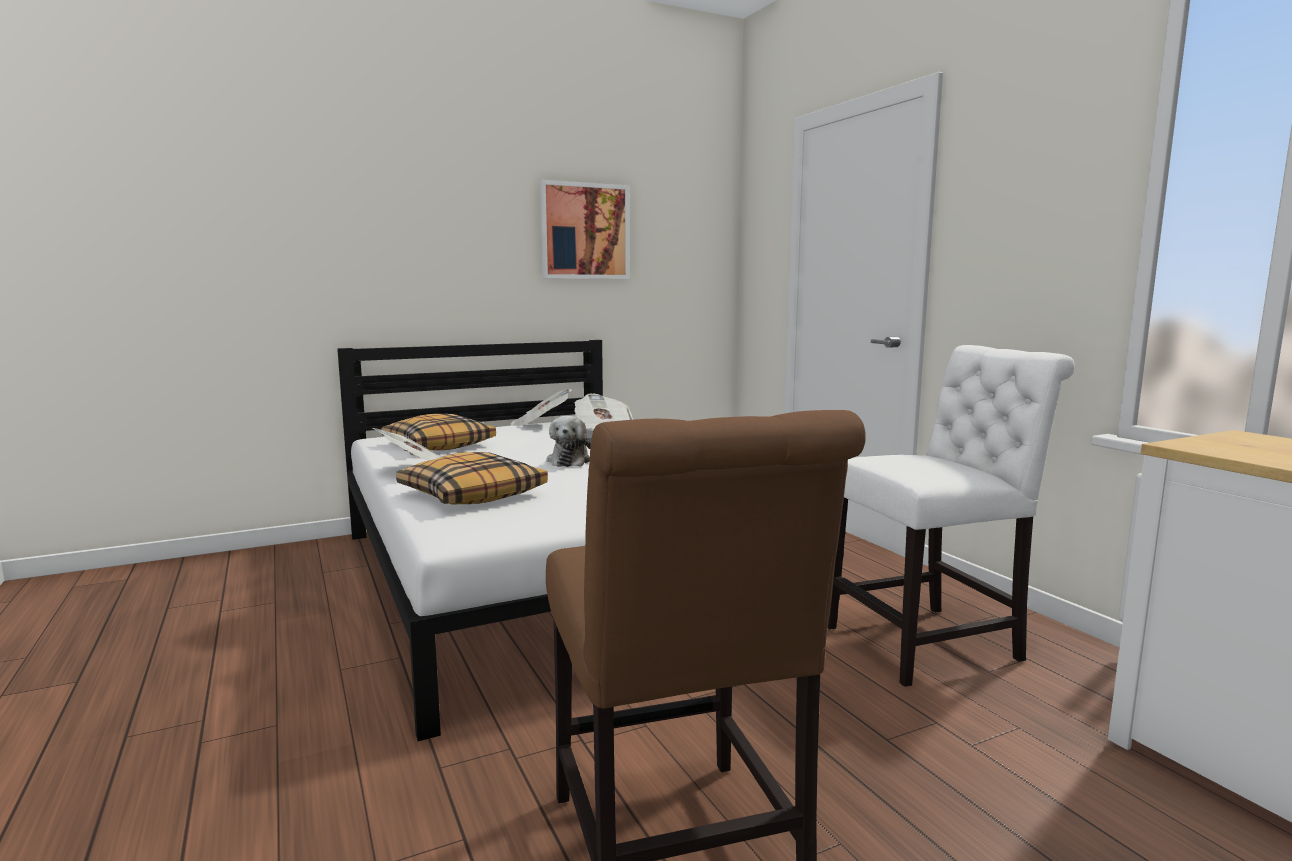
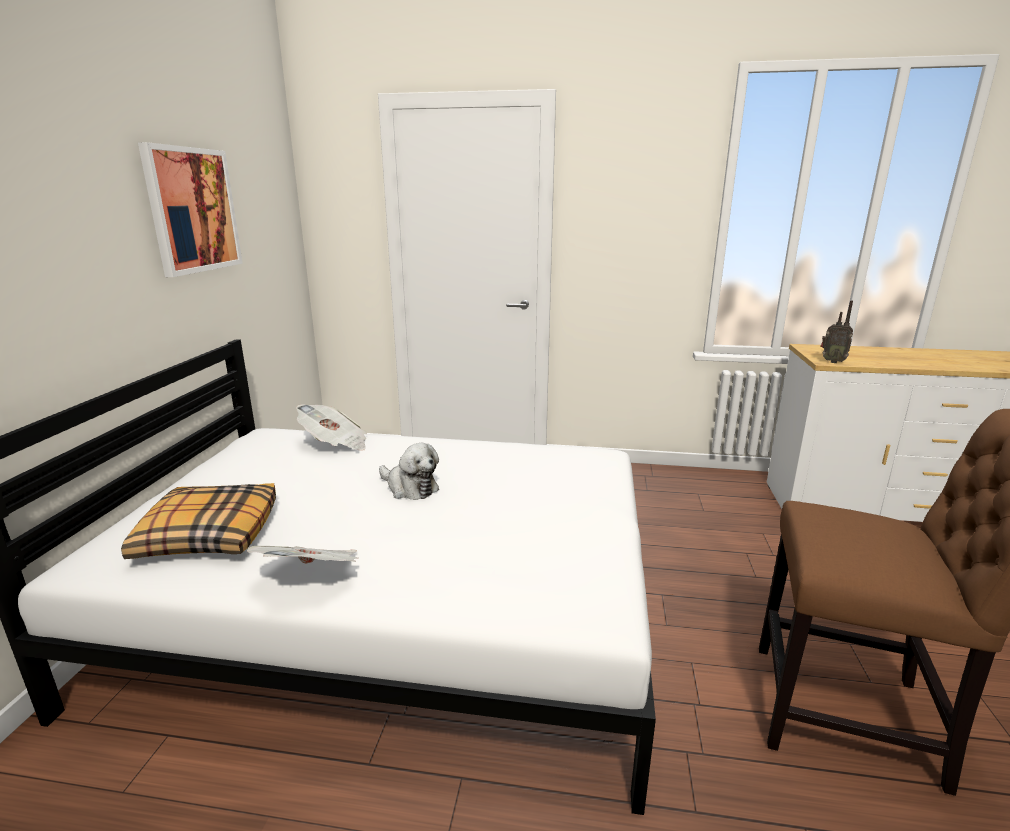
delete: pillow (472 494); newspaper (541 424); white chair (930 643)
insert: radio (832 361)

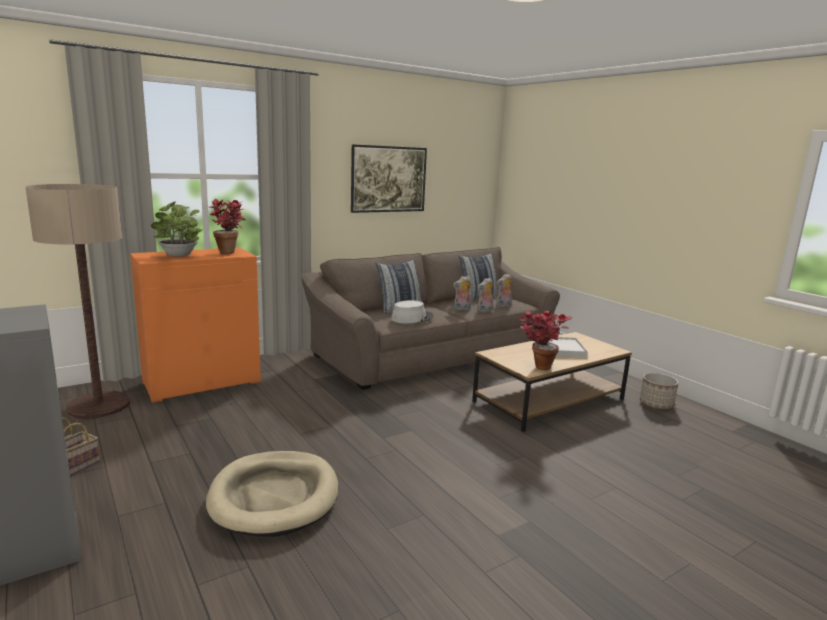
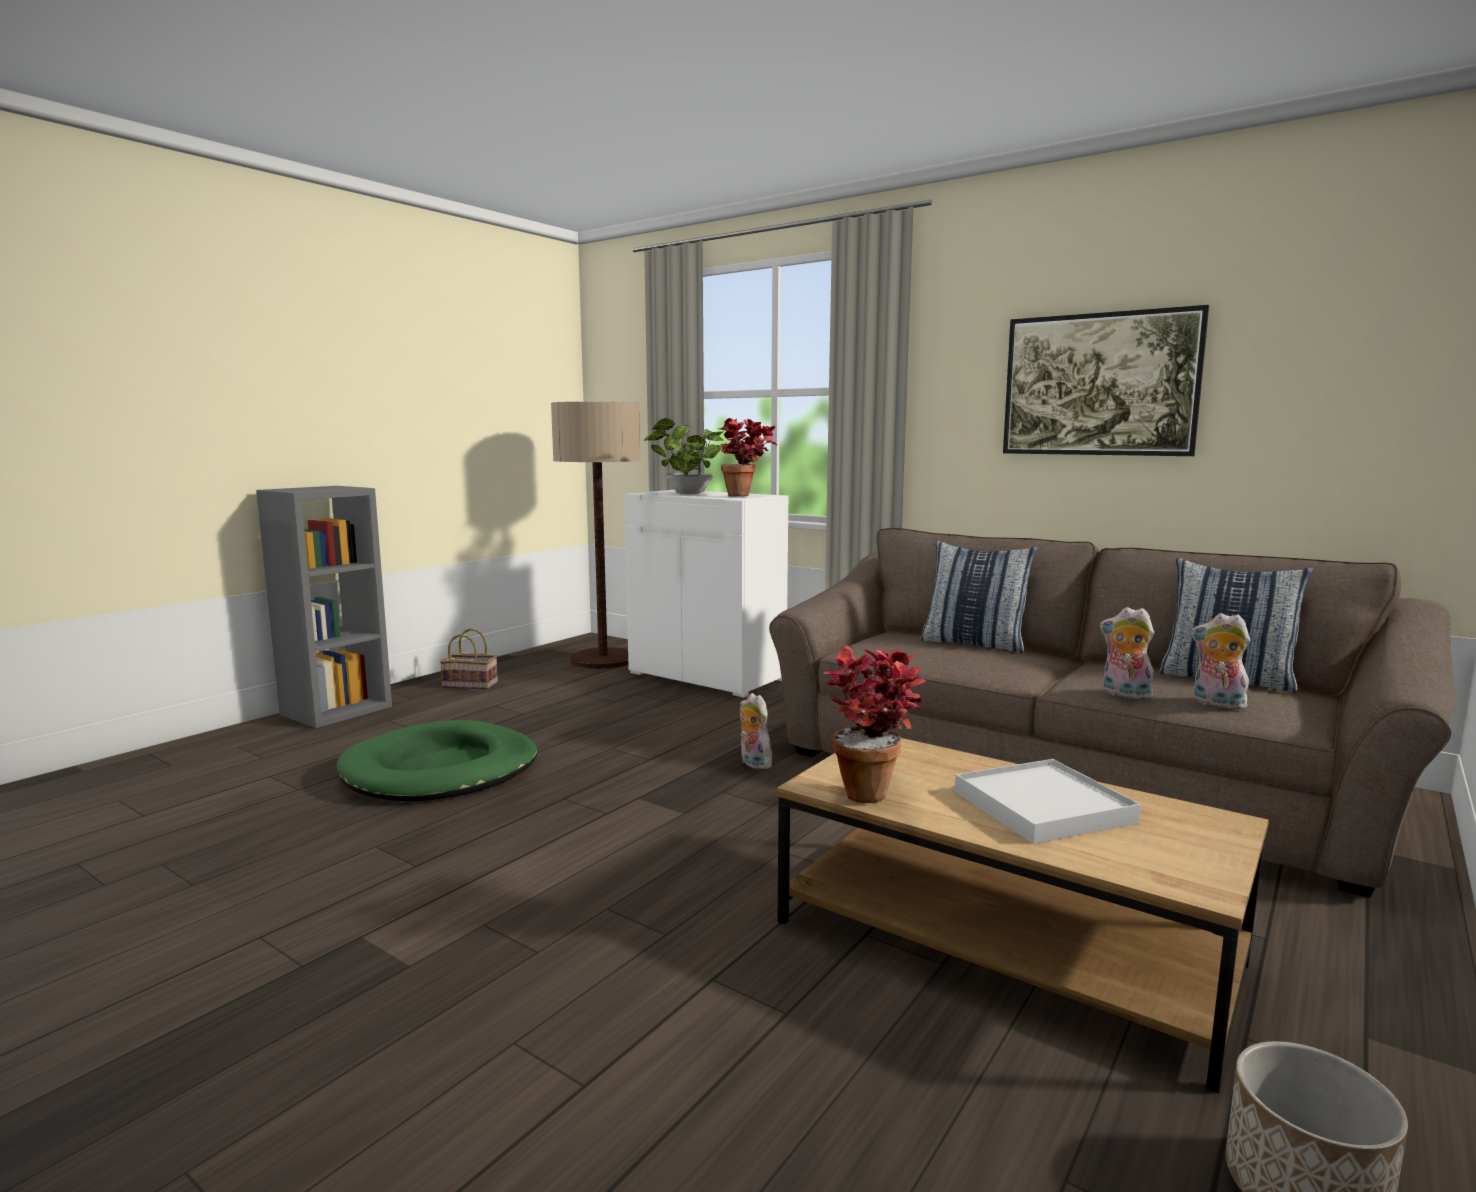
delete: grey hat (412 318)
move: plush toy (462 309) to (753 763)
recolor: beige dog bed (274 496) to green dog bed (441 770); orange cabinet (202 382) to white cabinet (708 676)

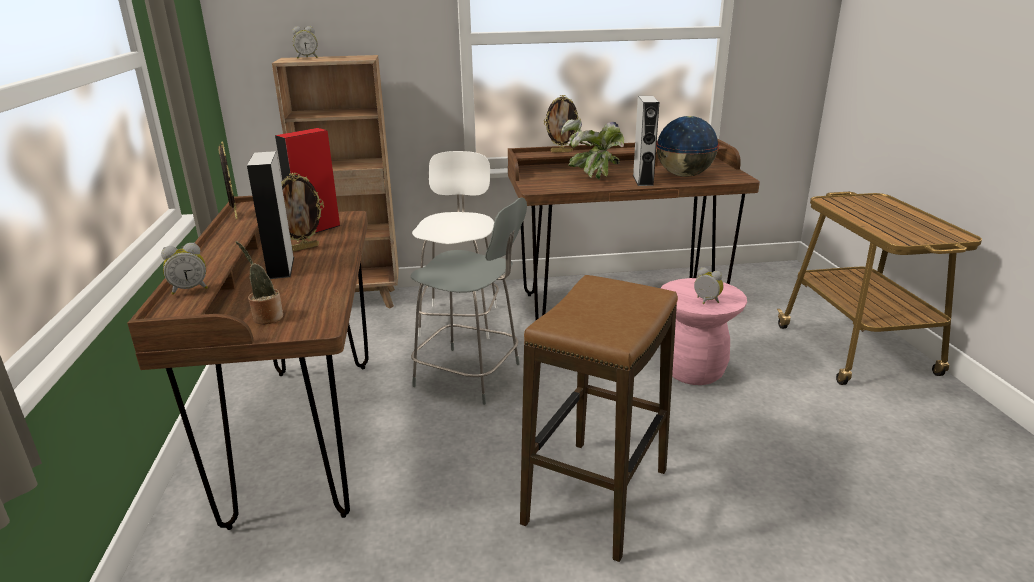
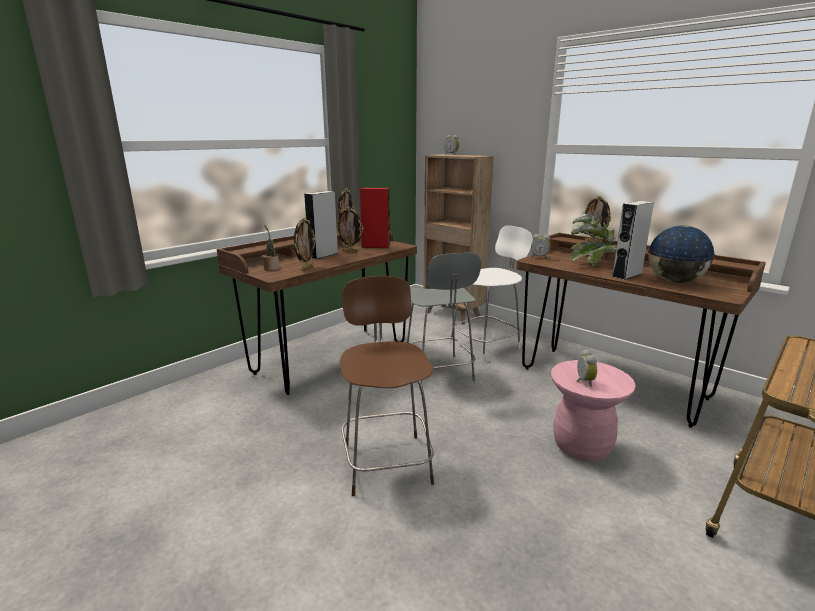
insert: picture frame (306 268)
move: alarm clock (190 289) to (539 257)
replace: stool (596 496) to brown chair (386 461)

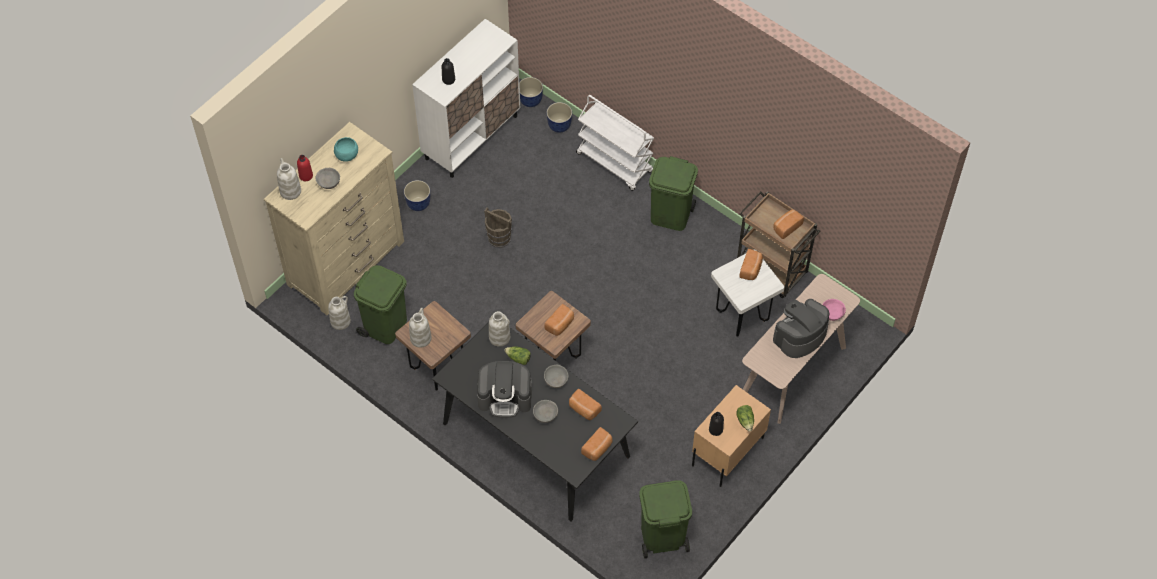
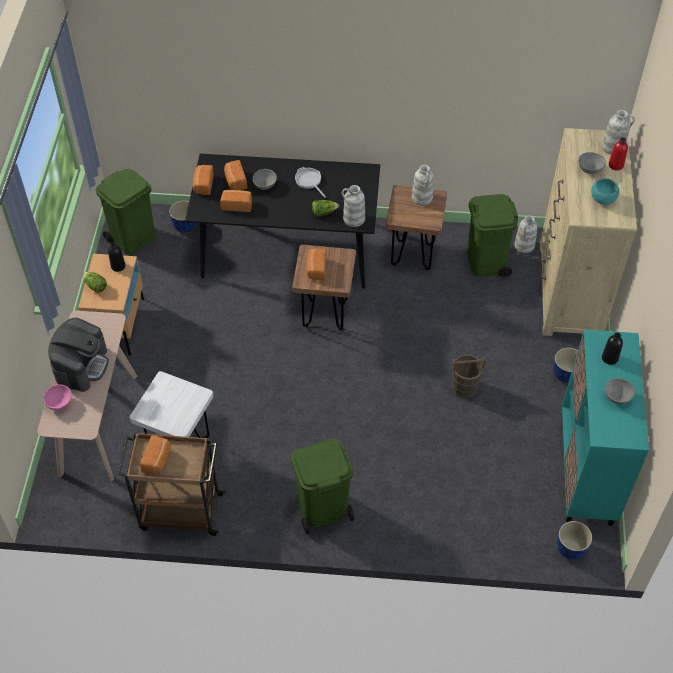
delete: white cart (615 163)
move: planter (559 125) to (185 227); bread (751 269) to (235 181); grey bowl (556 381) to (617 397)
replace: coffee machine (505 397) to frying pan (309 181)
recolor: white cabinet (471 137) to turquoise cabinet (586 470)

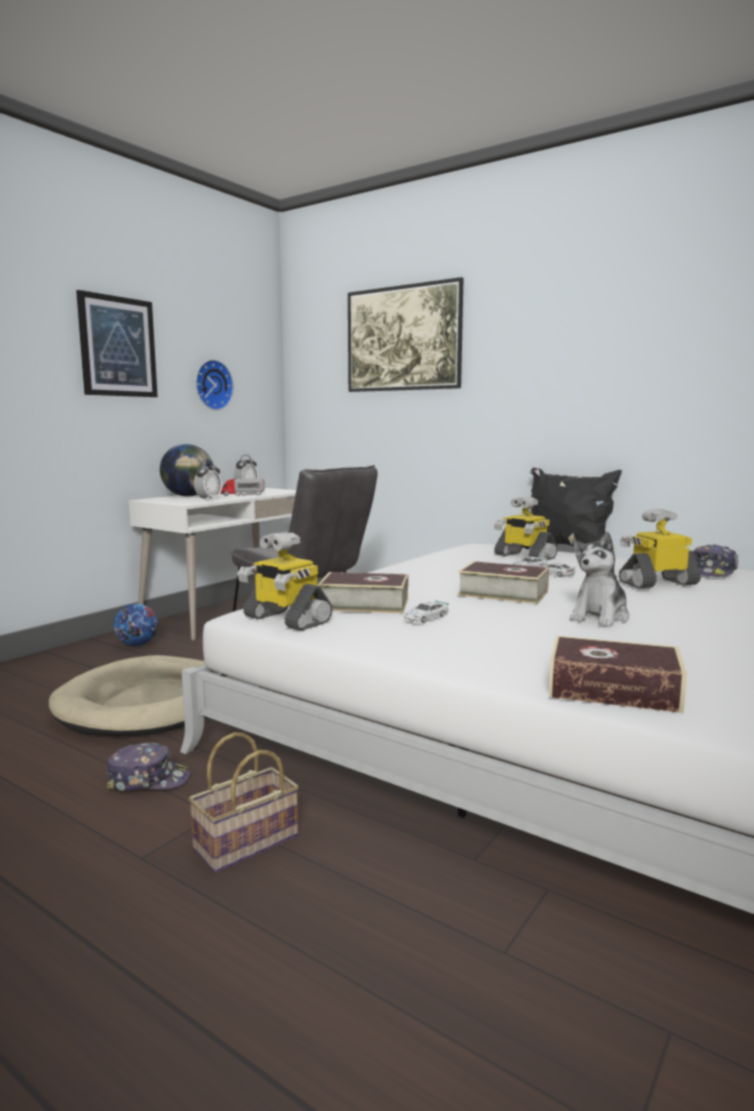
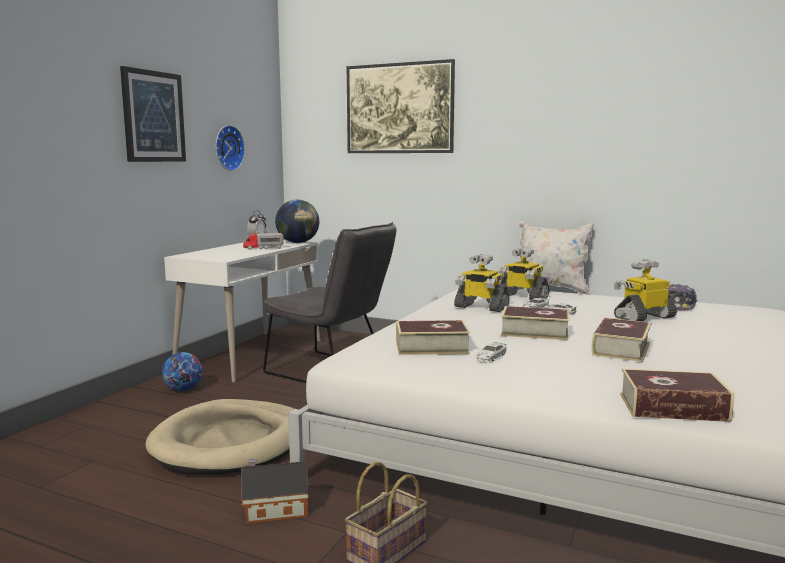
delete: alarm clock (208 500)
move: globe (188 496) to (298 243); toy robot (285 620) to (480 307)
replace: cap (148 780) to toy house (273 509); plush toy (600 617) to book (621 348)
recolor: black pillow (567 550) to white pillow (551 290)

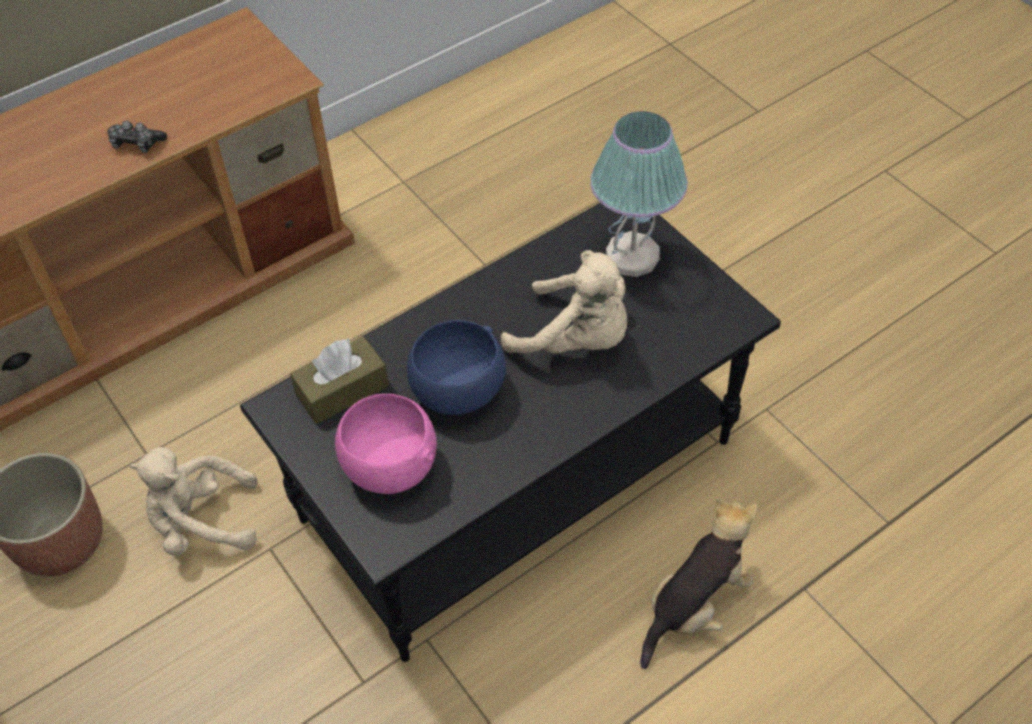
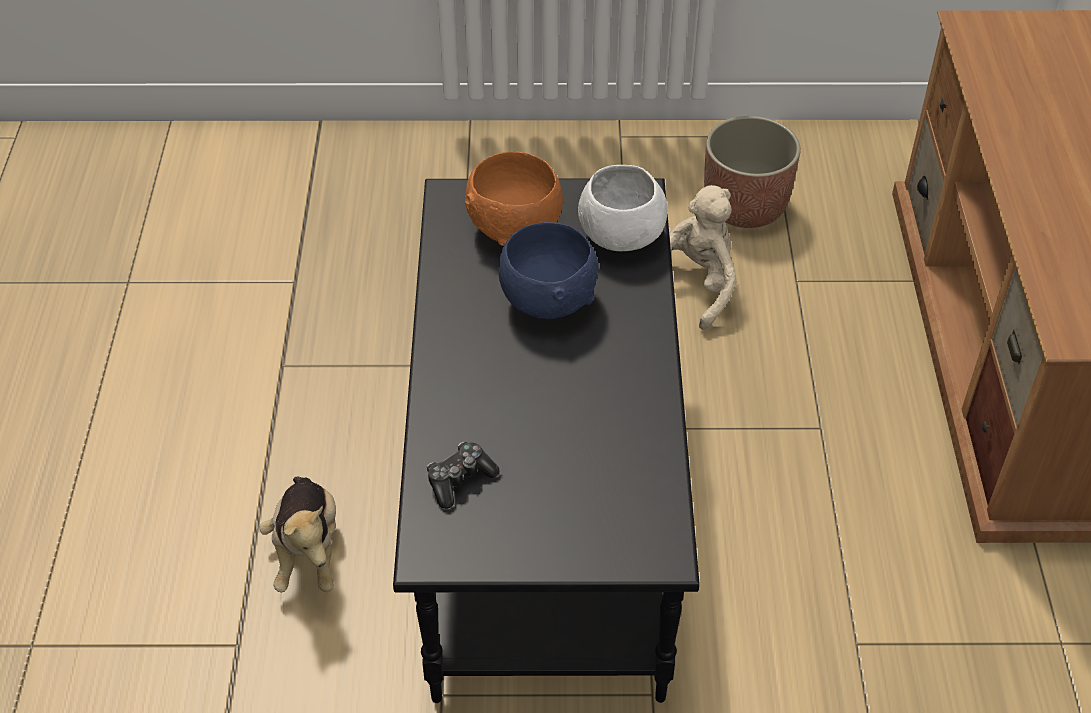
delete: beige plush toy (576 339); table lamp (632 256)
move: game controller (136 143) to (459 480)
replace: brown tissue box (342 390) to white bowl (620 236)
recolor: pink bowl (389 466) to orange bowl (516 228)

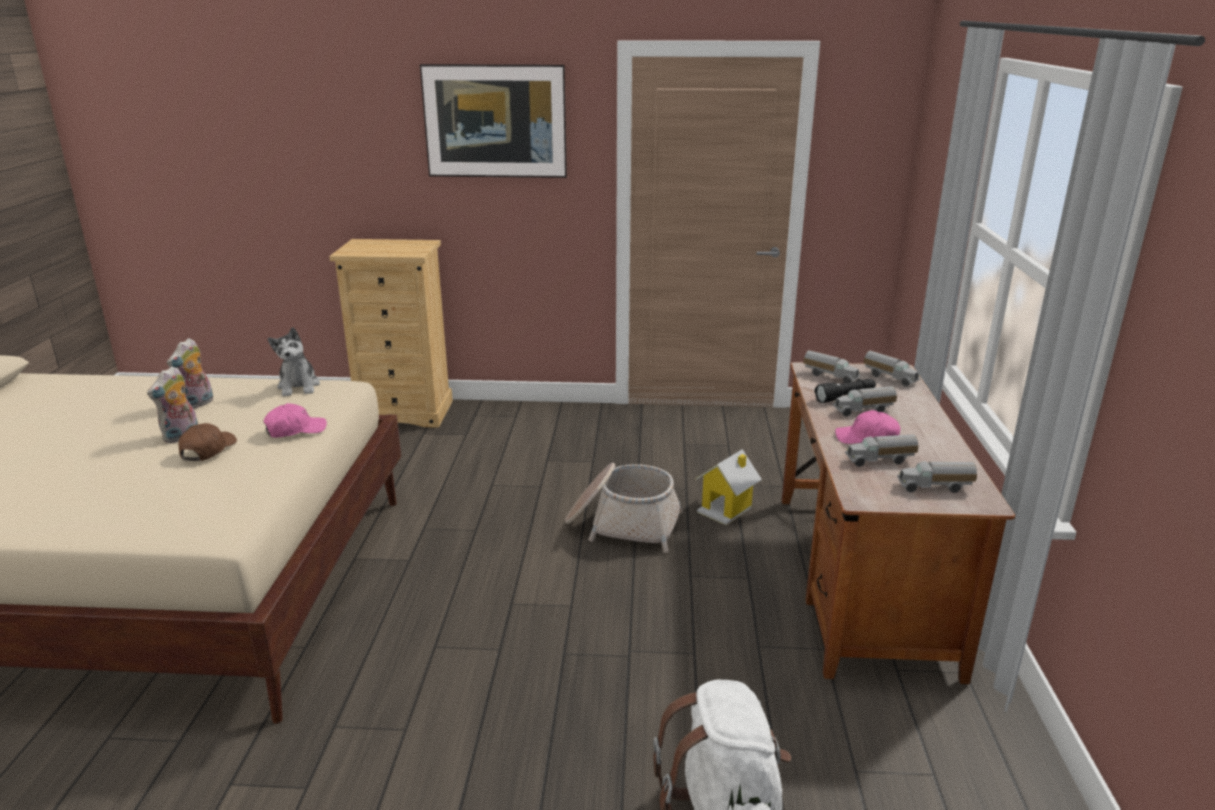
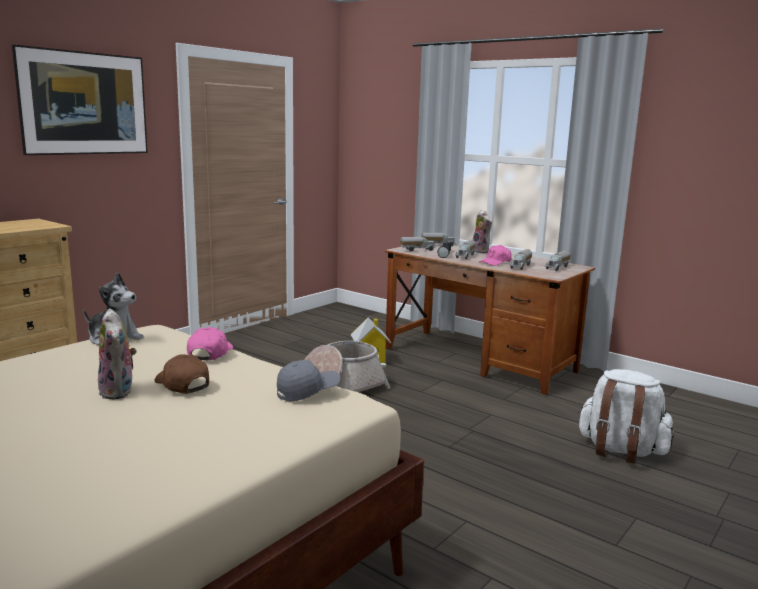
insert: grey cap (307 392)
move: plush toy (197 404) to (481 251)

